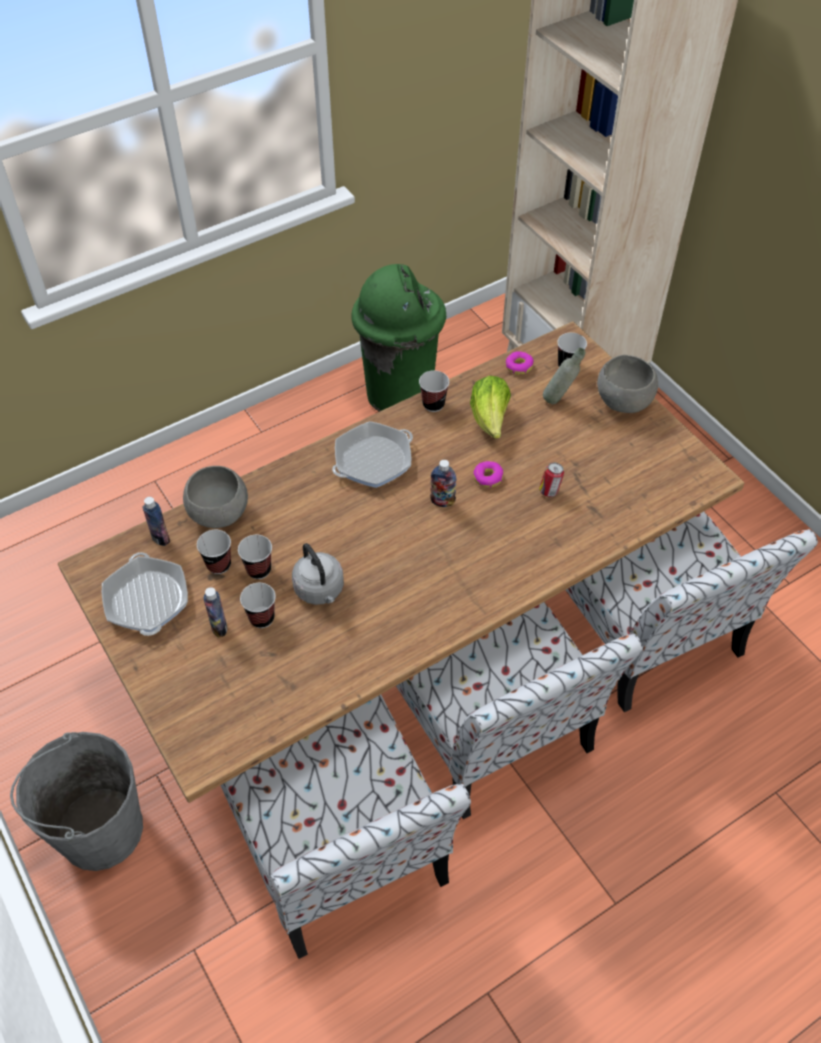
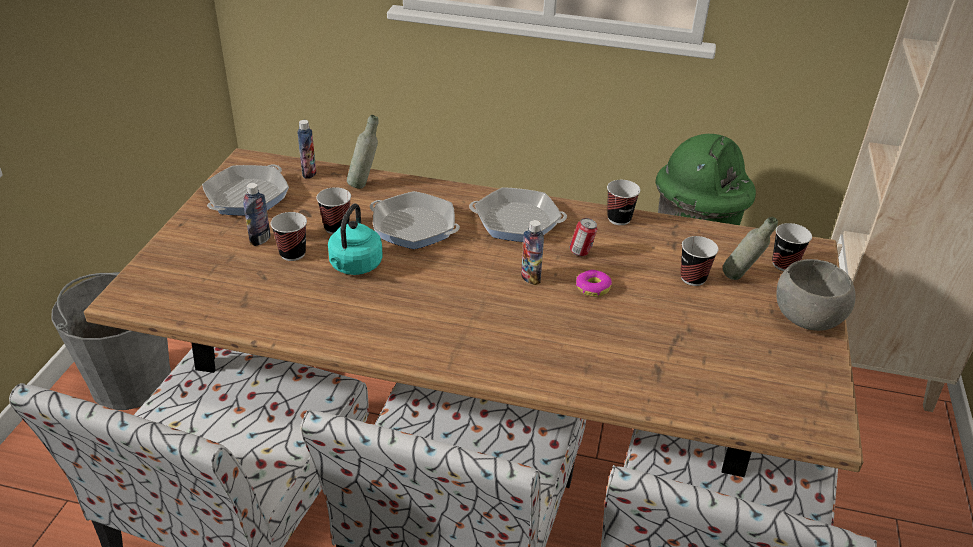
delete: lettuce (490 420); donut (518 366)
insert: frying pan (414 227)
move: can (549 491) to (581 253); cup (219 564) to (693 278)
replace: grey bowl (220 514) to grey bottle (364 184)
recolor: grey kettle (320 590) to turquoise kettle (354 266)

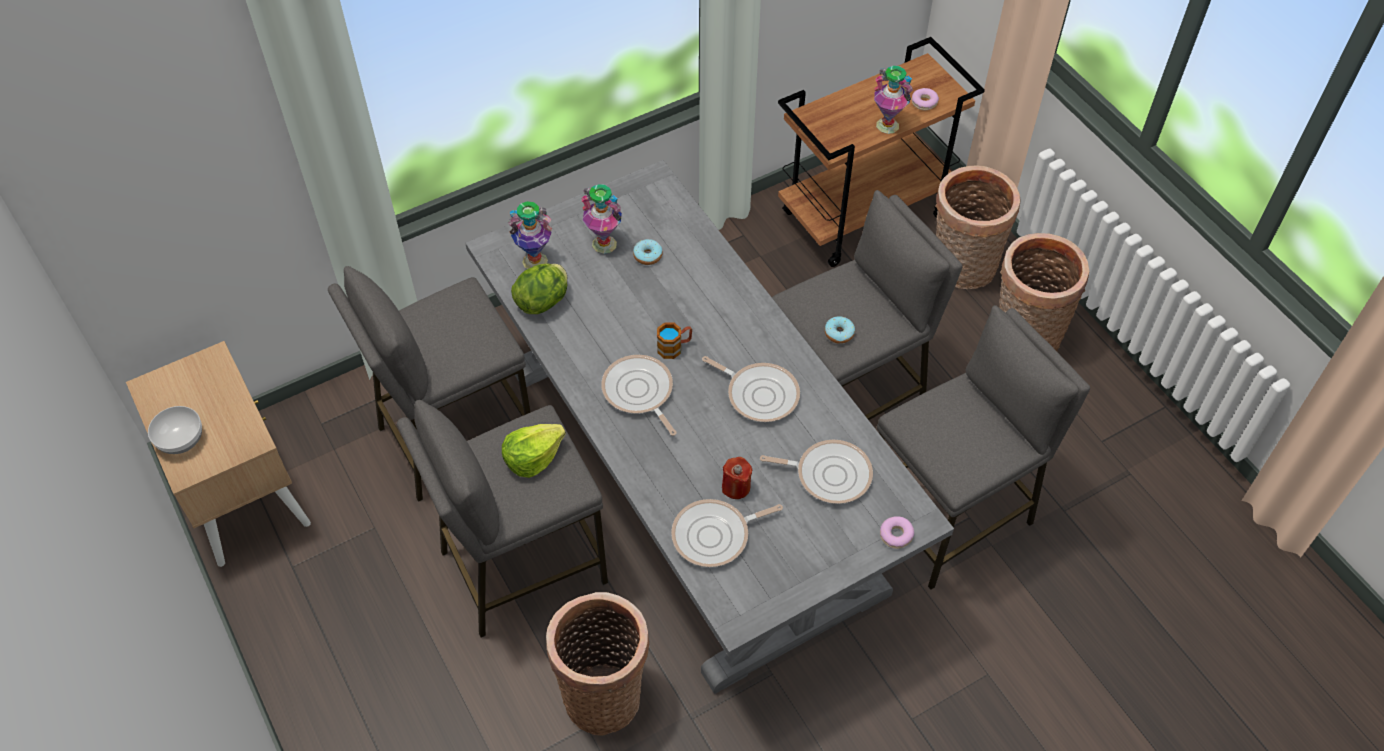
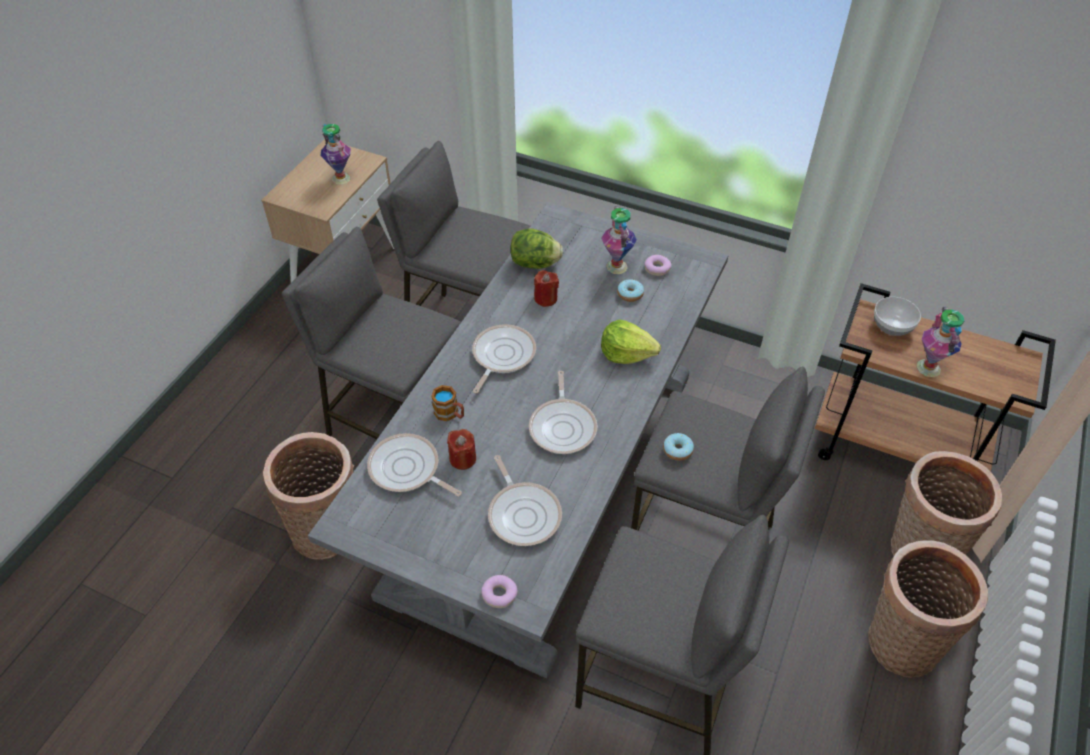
insert: red candle (546 298)
move: vase (535 261) to (340 178); mug (674 347) to (450 414); lettuce (533 457) to (626 353); donut (924 102) to (657 268); bowl (181 440) to (891 326)

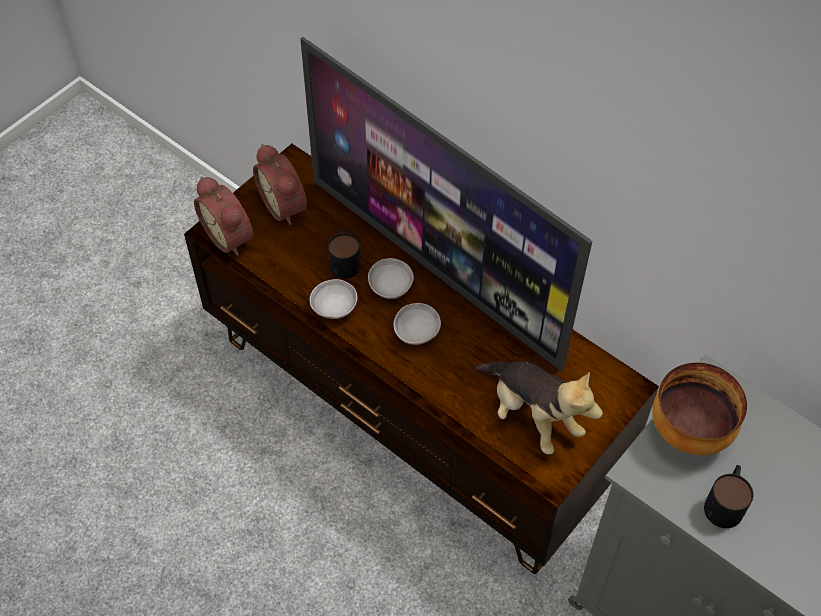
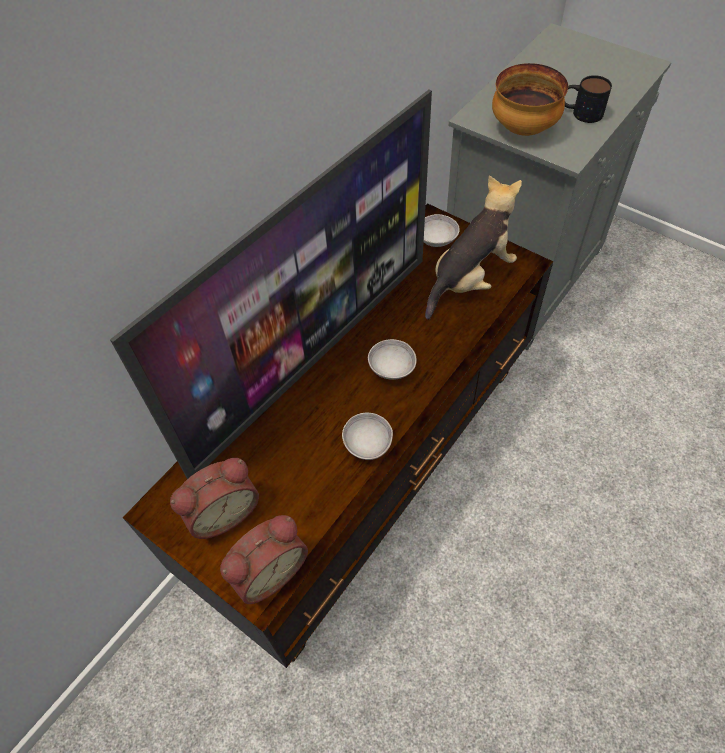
delete: mug (344 259)
move: grey bowl (390 287) to (437 239)

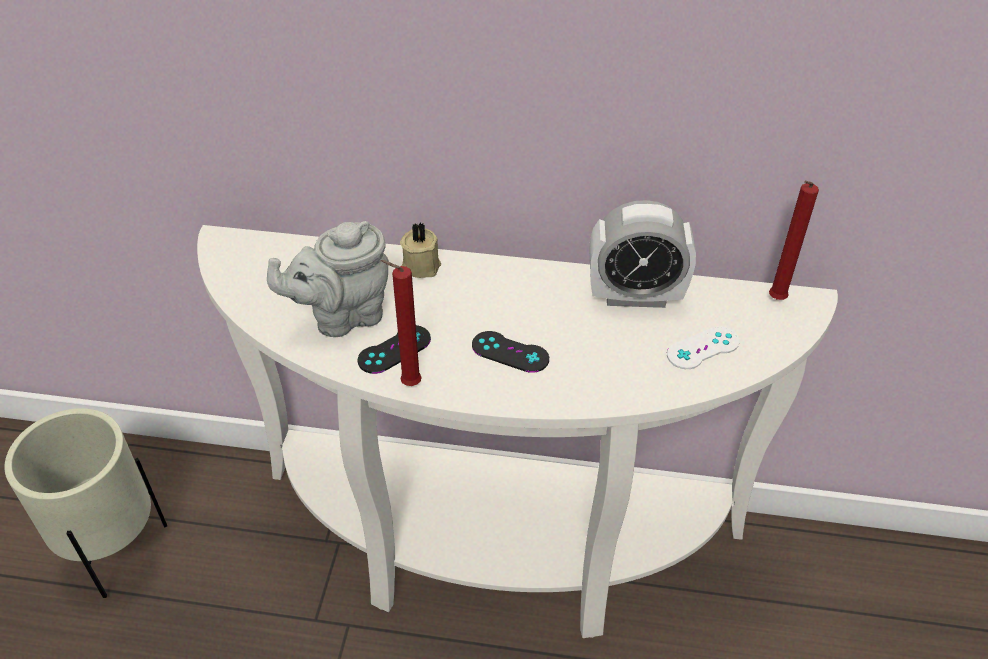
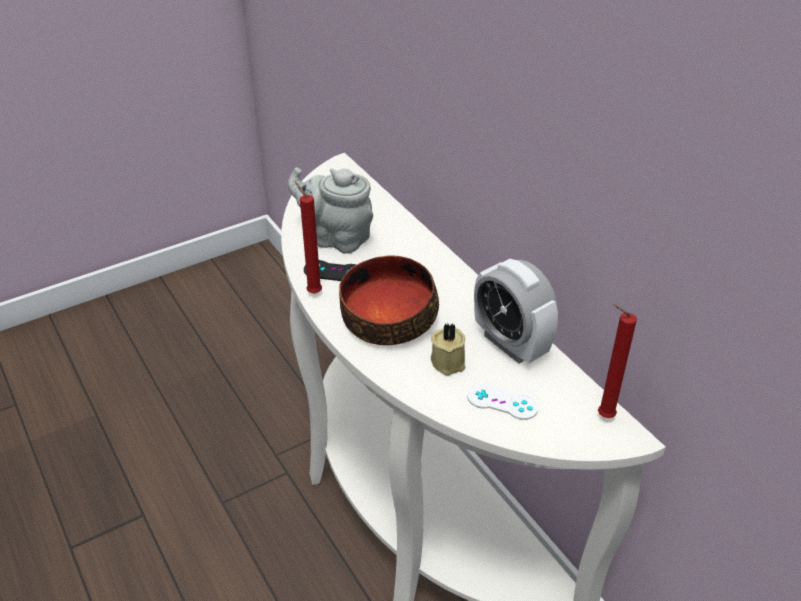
delete: beige planter (117 551)
move: beige candle (420 265) to (449 361)
replace: black game controller (510 352) to bowl (387 317)

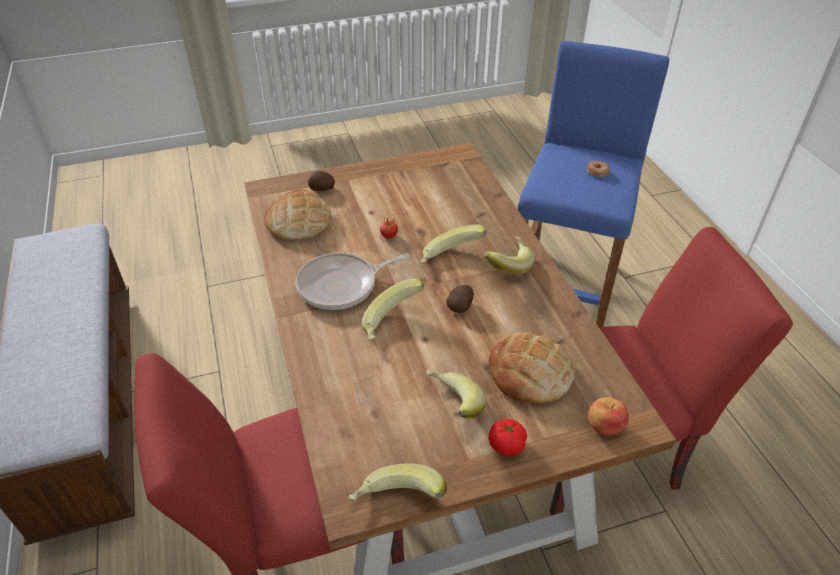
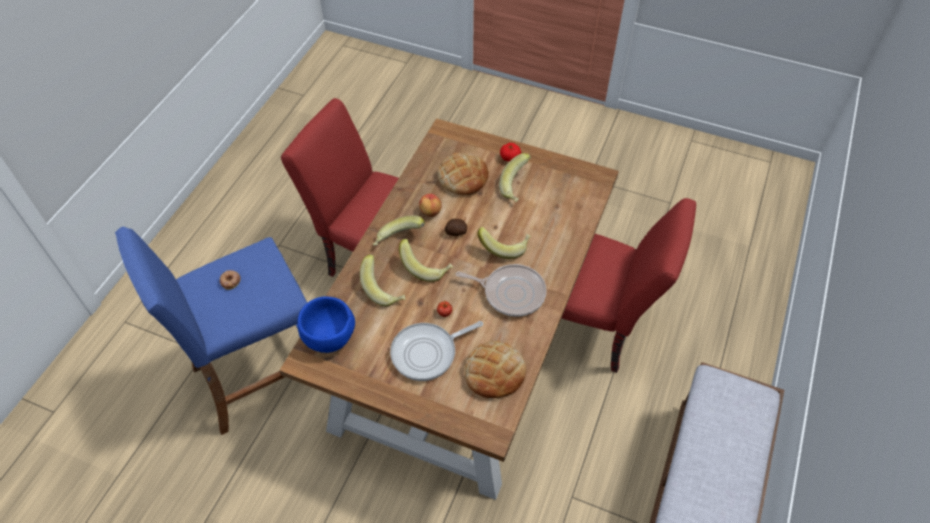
delete: potato (322 189)
insert: blue bowl (329 338); frying pan (428 353)
move: banana (397 503) to (384 289); apple (605 426) to (430 212)

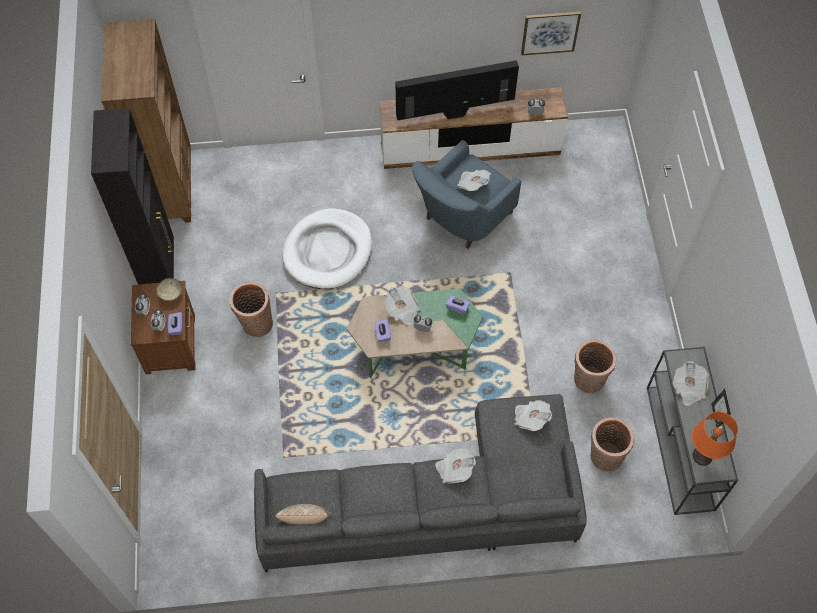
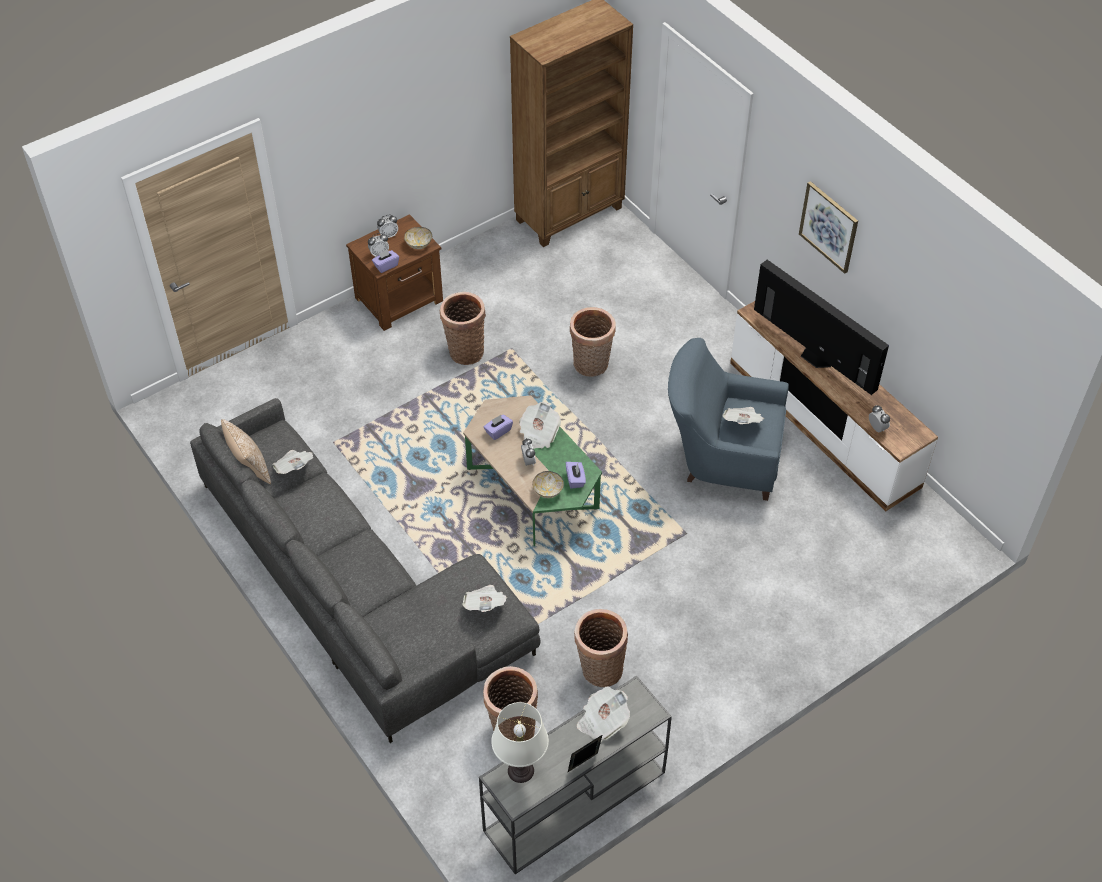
delete: black cabinet (161 272)
insert: bowl (548 491)
move: newspaper (454 469) to (294 467); picture (550 32) to (829 226)
replace: white dog bed (328 251) to basket (591 366)
recolor: orange table lamp (702 456) to white table lamp (521 770)

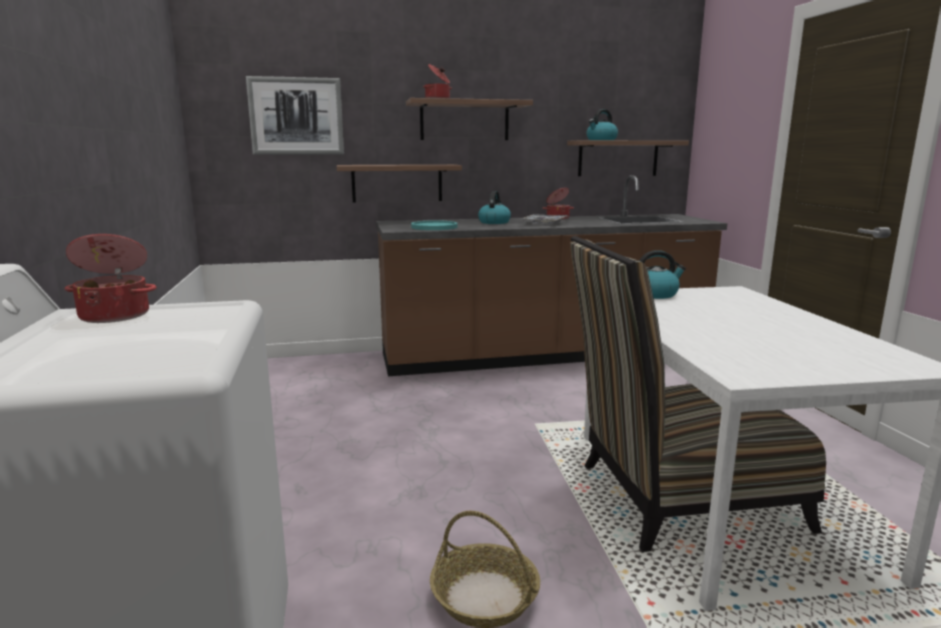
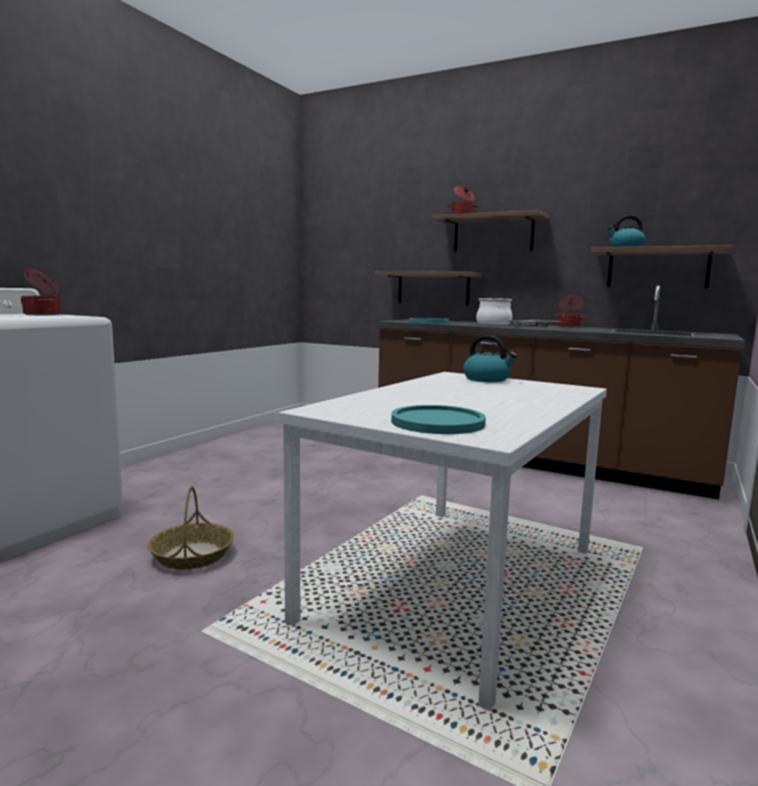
delete: picture (296 116); chair (676 498)
insert: turquoise plate (437 422)
replace: kettle (494 222) to cooking pot (493 324)

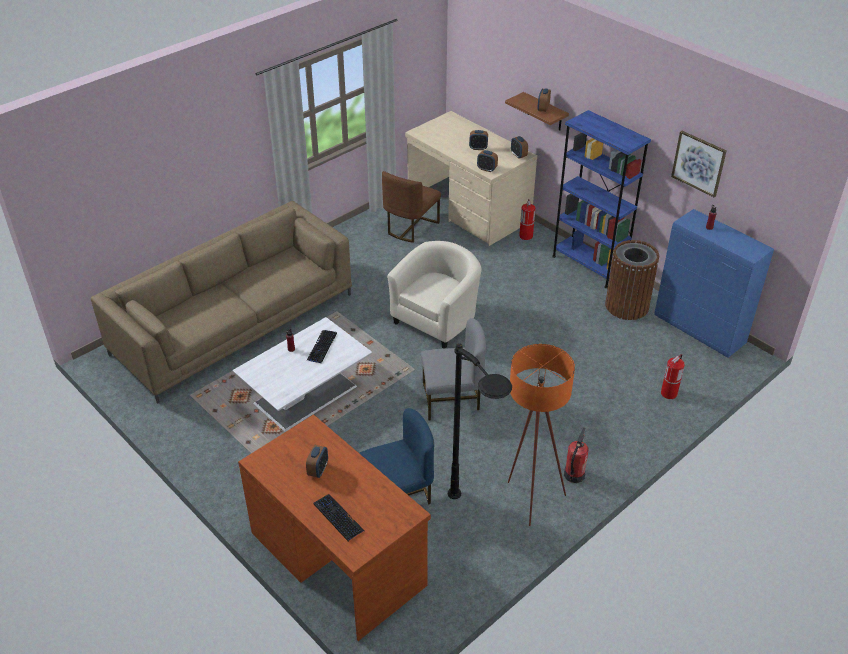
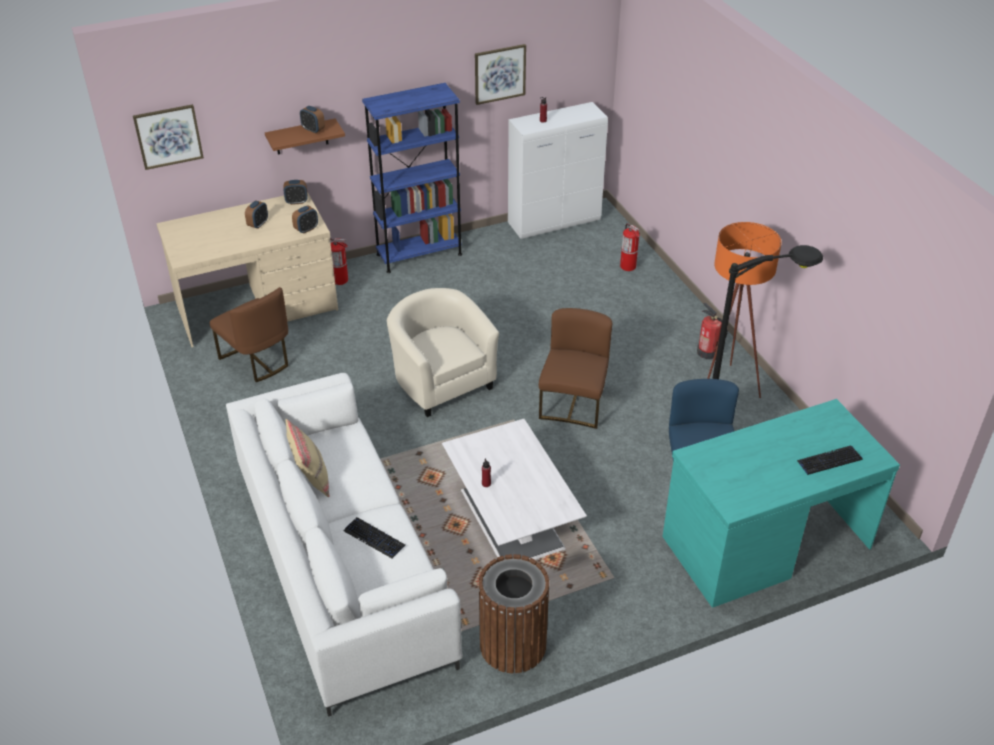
delete: alarm clock (318 470)
insert: picture (168 136); beige pillow (311 478)
move: keyboard (322 347) to (374 538); brown trash can (626 306) to (512 645)
recolor: brown sofa (234 324) to white sofa (342 562); blue cabinet (700 330) to white cabinet (555 222); grey chair (451 399) to brown chair (573 404); brown desk (338 557) to turquoise desk (764 541)

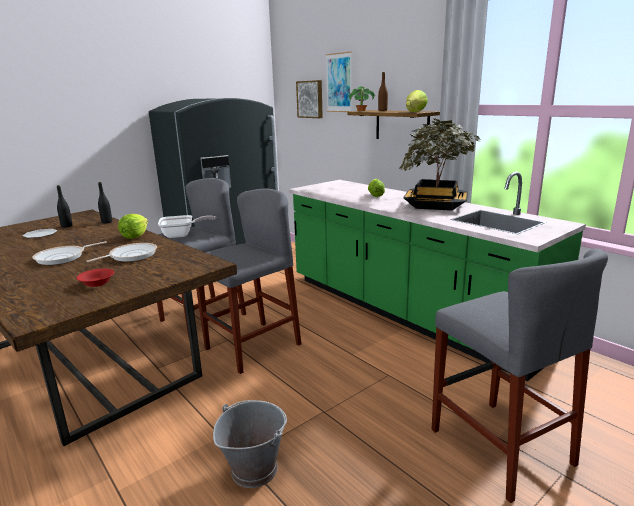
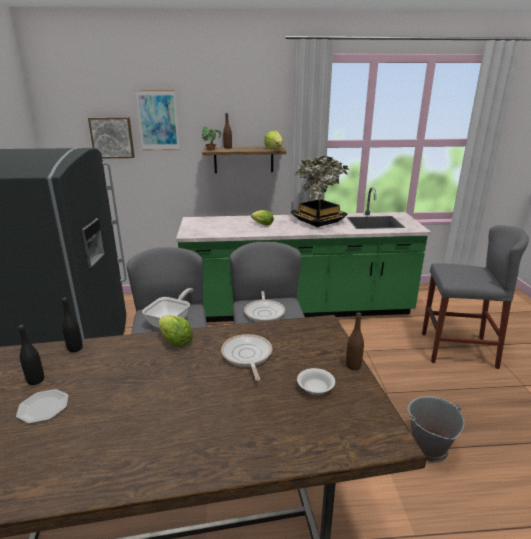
insert: brown bottle (353 366)
move: frying pan (63 257) to (264 312)
recolor: red bowl (96 283) to white bowl (315 388)

